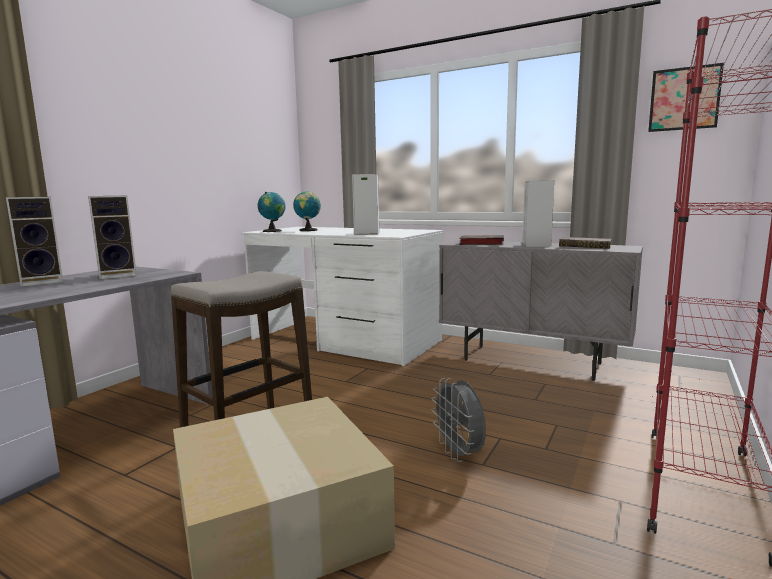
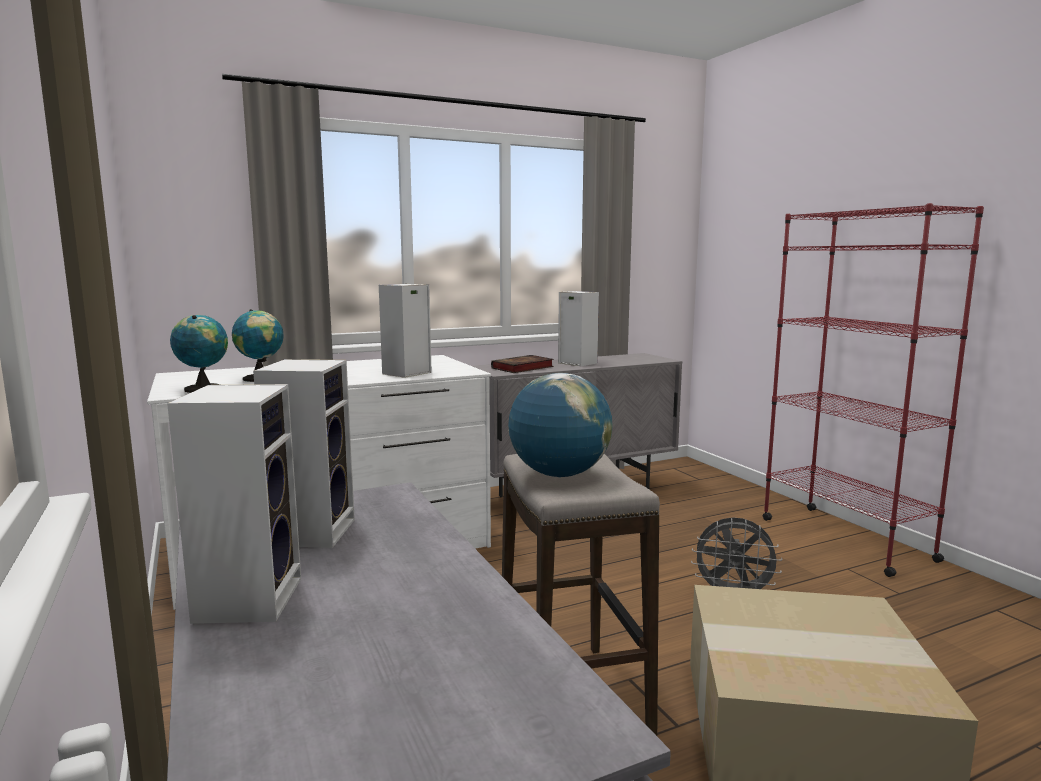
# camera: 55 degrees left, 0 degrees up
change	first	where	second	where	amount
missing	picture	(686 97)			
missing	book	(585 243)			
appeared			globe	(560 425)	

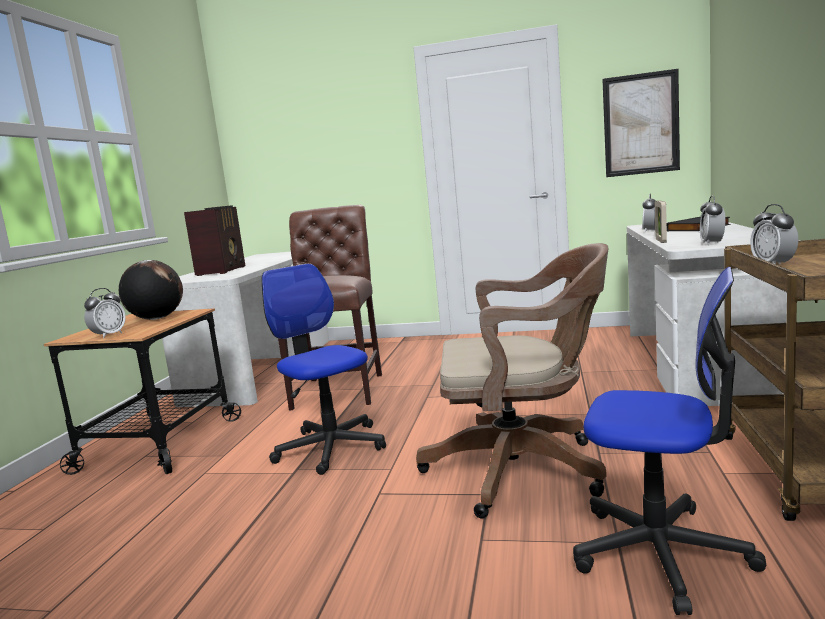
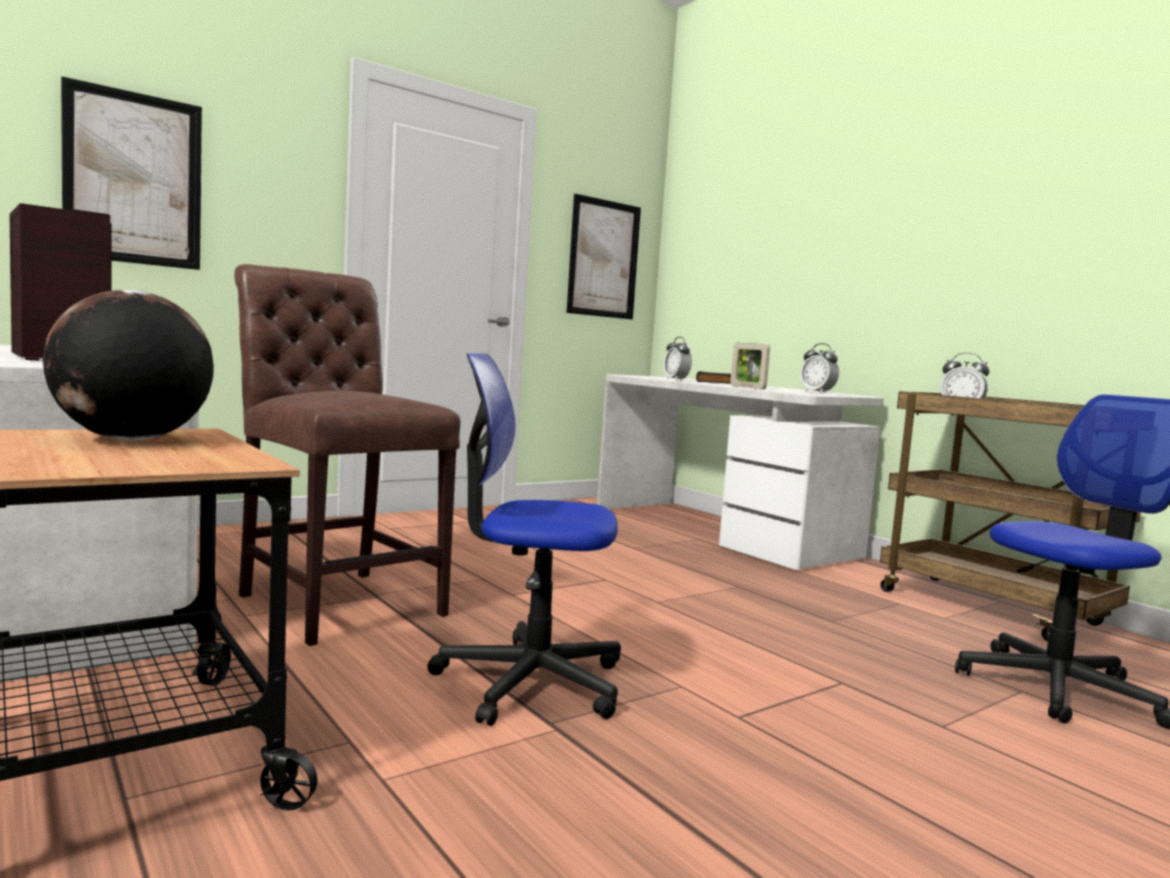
# camera: 50 degrees left, 5 degrees down
change	first	where	second	where	amount
missing	brown office chair	(512 380)			
missing	alarm clock	(105 313)			
appeared			picture	(131 173)	

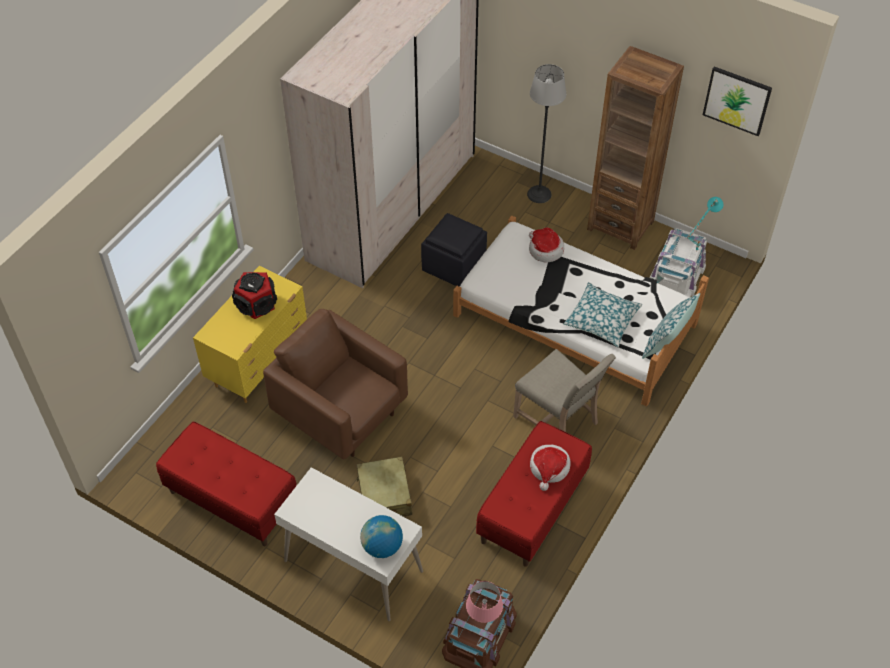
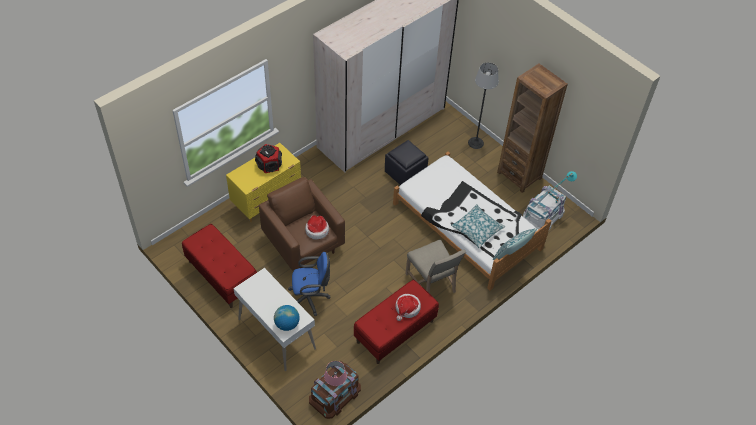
# camera: 15 degrees right, 0 degrees up
change	first	where	second	where	amount
missing	picture	(737 101)			
relocated	hat	(546 245)		(317 227)	
exchanged	beige suitcase	(384 487)	blue office chair	(309 284)	

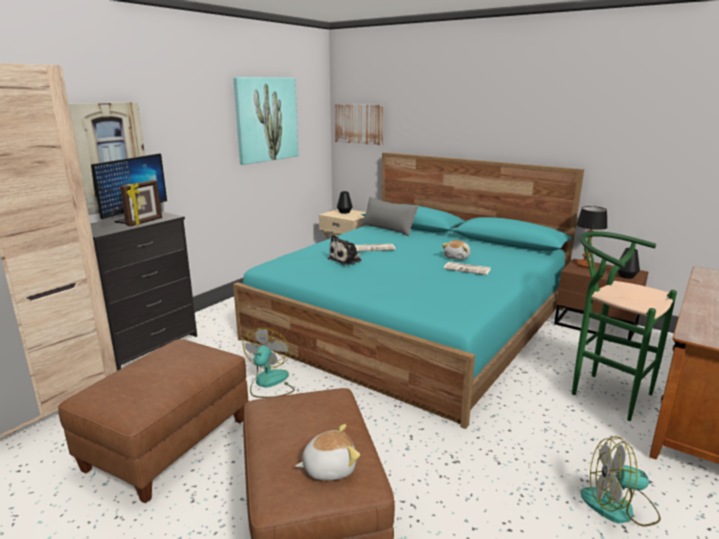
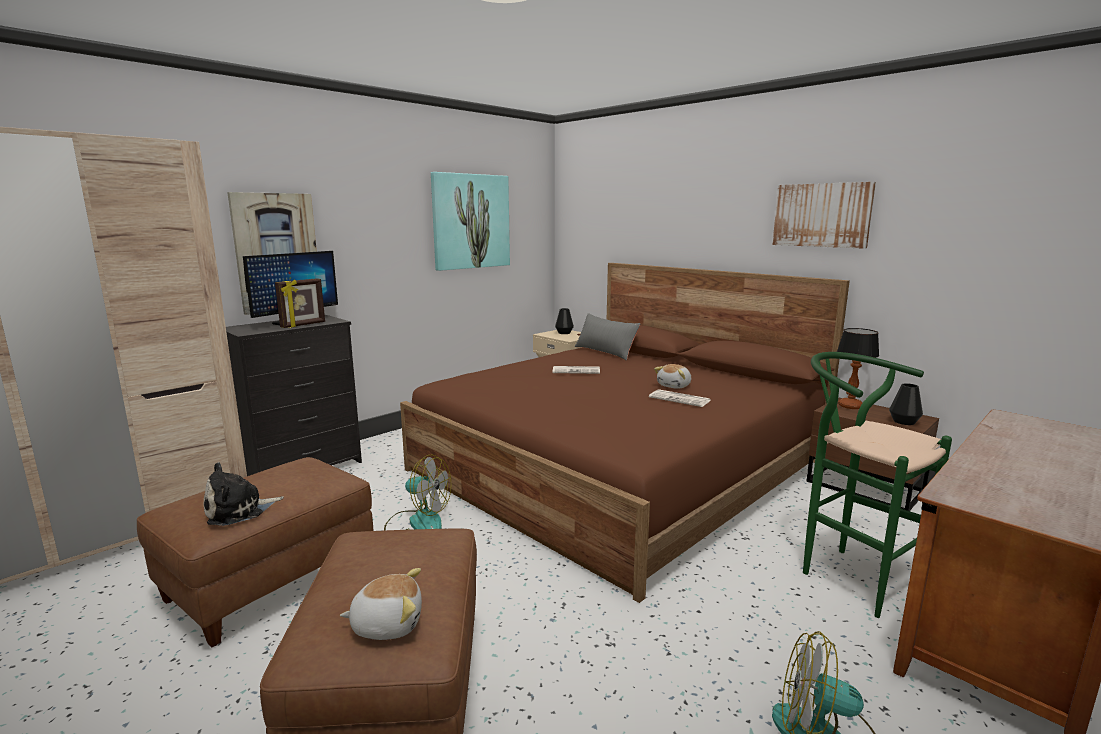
# camera: 10 degrees right, 5 degrees down
change	first	where	second	where	amount
relocated	picture	(359 124)		(824 215)	
colour	turquoise bed	(408 290)	brown bed	(625 433)	
relocated	plush toy	(344 250)		(244 494)	
spun	fan	(269 363)		(417 492)	90 degrees clockwise

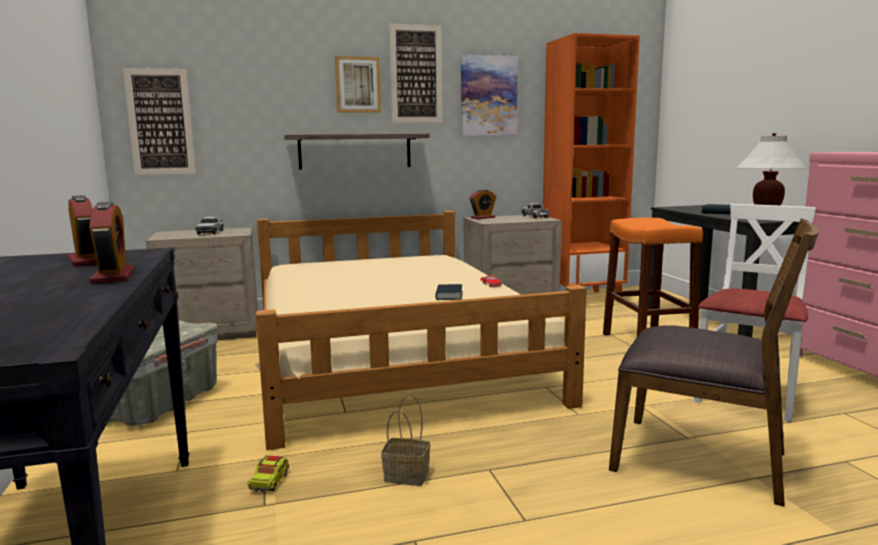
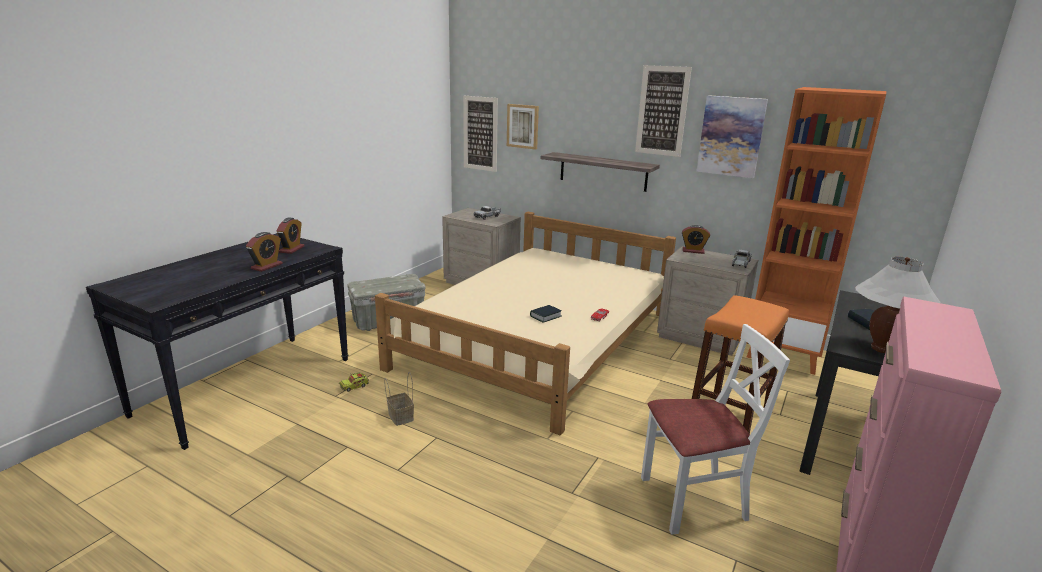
# camera: 45 degrees right, 10 degrees up
change	first	where	second	where	amount
relocated	picture	(358 84)		(523 127)	
missing	brown chair	(714 362)			

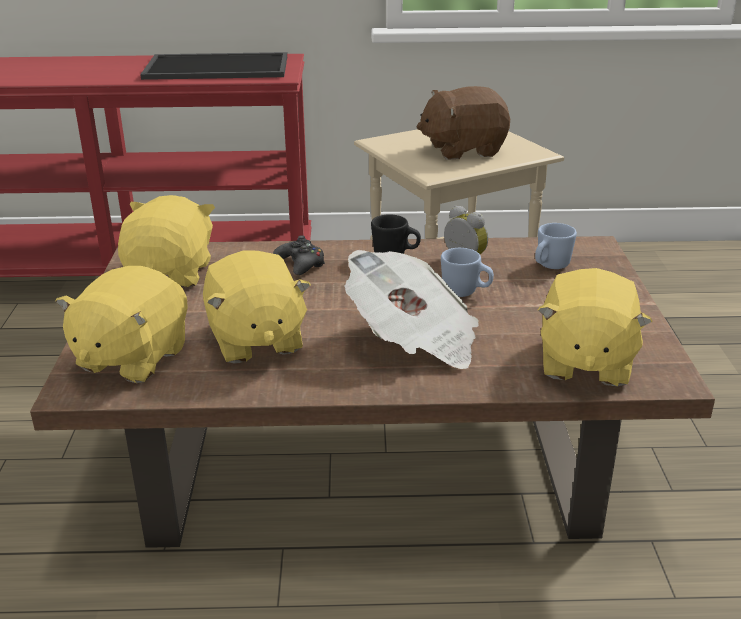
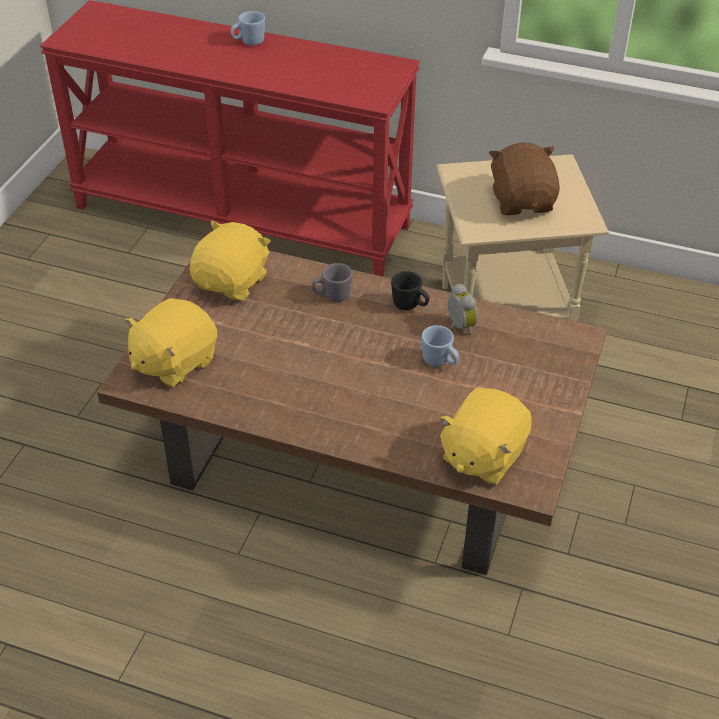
# camera: 20 degrees right, 15 degrees up
change	first	where	second	where	amount
missing	tray	(213 66)			
spun	brown plush toy	(463 123)		(524 178)	75 degrees clockwise
relocated	blue mug	(556 246)		(248 28)	
exchanged	black game controller	(299 255)	grey mug	(332 282)	
missing	yellow plush toy	(257 307)			
missing	newspaper	(412 309)			

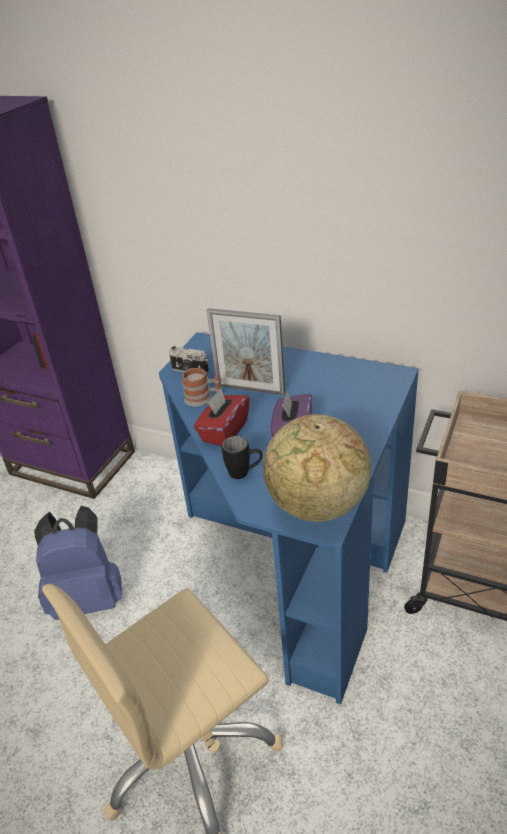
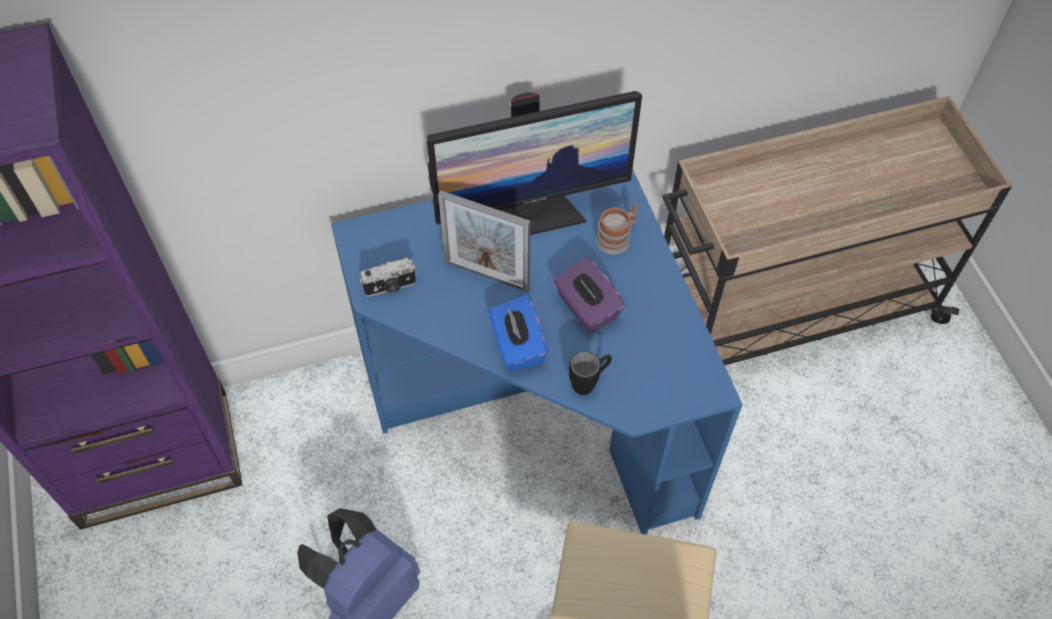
# camera: 45 degrees left, 20 degrees up
change	first	where	second	where	amount
spun	picture frame	(246 351)		(484 241)	45 degrees clockwise
relocated	mug	(201 387)		(617 229)	
colour	red tissue box	(222 417)	blue tissue box	(518 333)	
missing	globe	(317 468)			
appeared			monitor	(534 163)	

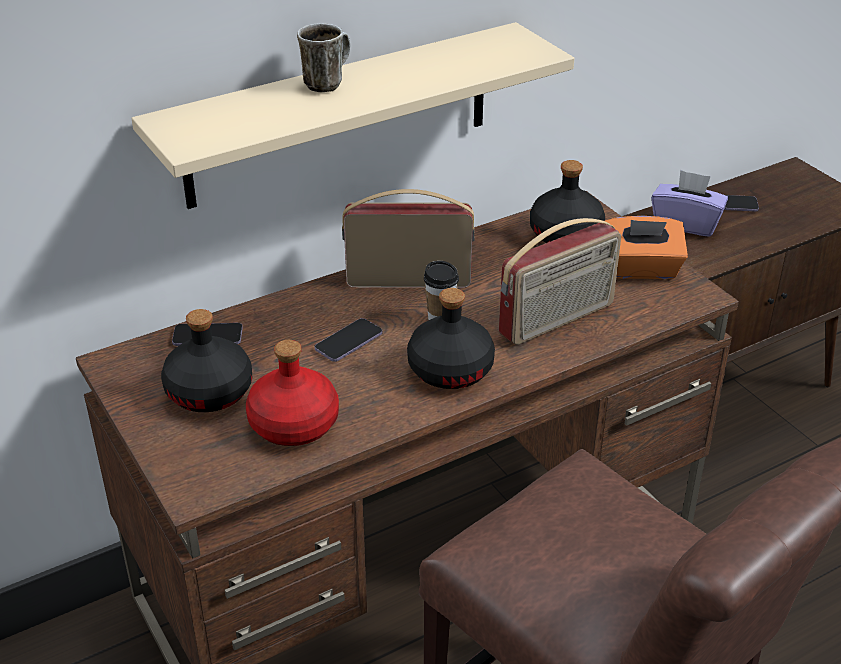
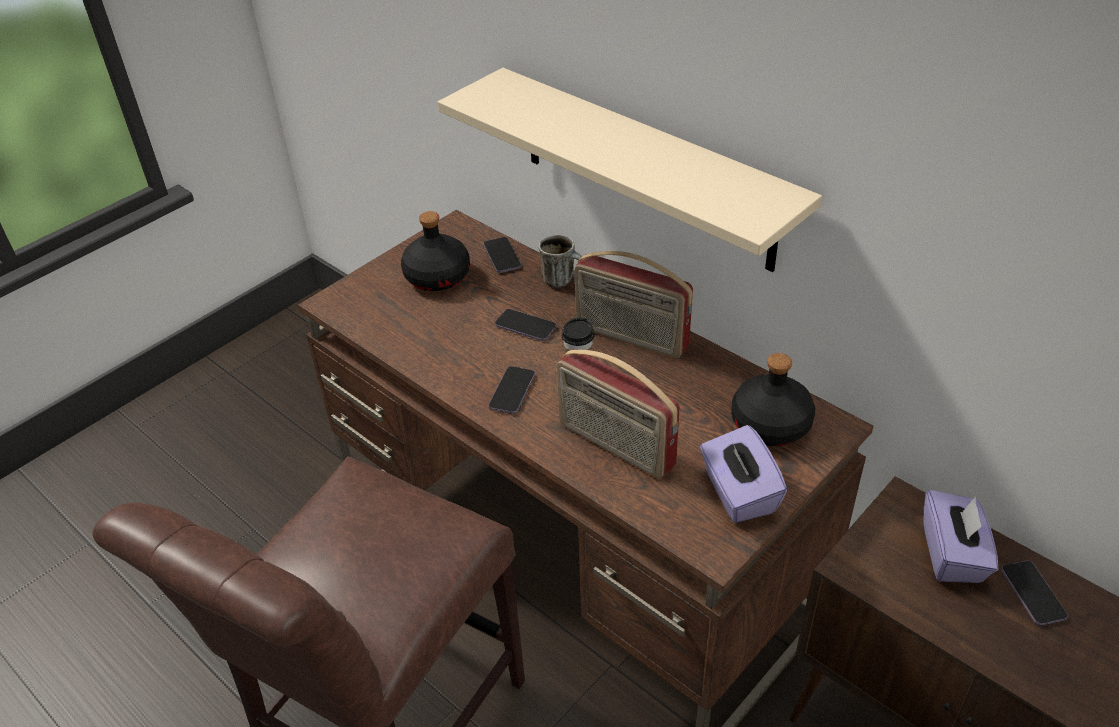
# camera: 75 degrees right, 5 degrees up
change	first	where	second	where	amount
relocated	mug	(323 57)		(560 261)	
spun	radio	(408 238)		(633 304)	135 degrees clockwise
colour	orange tissue box	(646 247)	purple tissue box	(743 474)	
exchanged	black bottle	(451 338)	phone	(512 390)	
missing	red bottle	(292 393)			

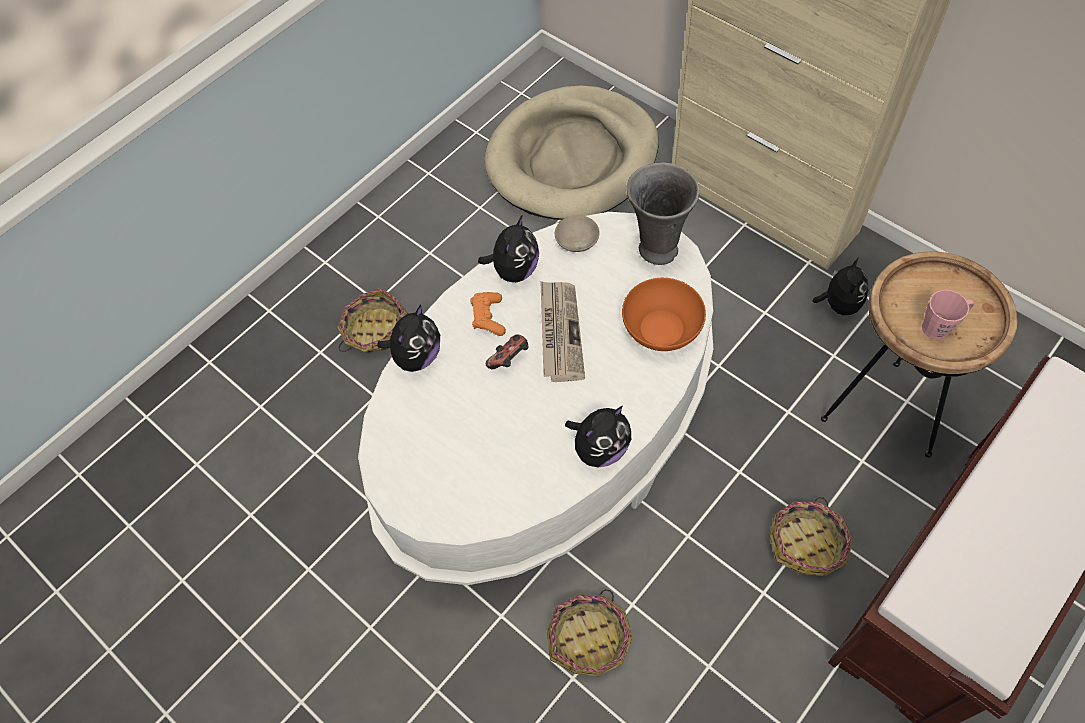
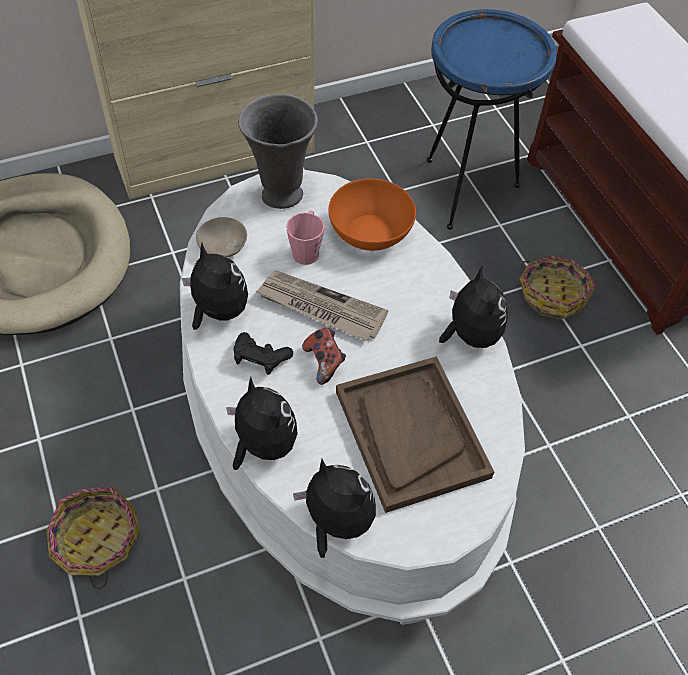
# camera: 70 degrees left, 5 degrees down
change	first	where	second	where	amount
colour	brown side table	(919 354)	blue side table	(492 119)	
relocated	plush toy	(840 286)		(334 508)	
relocated	pink mug	(948 315)		(305 237)	
colour	orange game controller	(488 314)	black game controller	(263 353)	
missing	basket	(589 633)			
appeared			brown tray	(415 434)	

